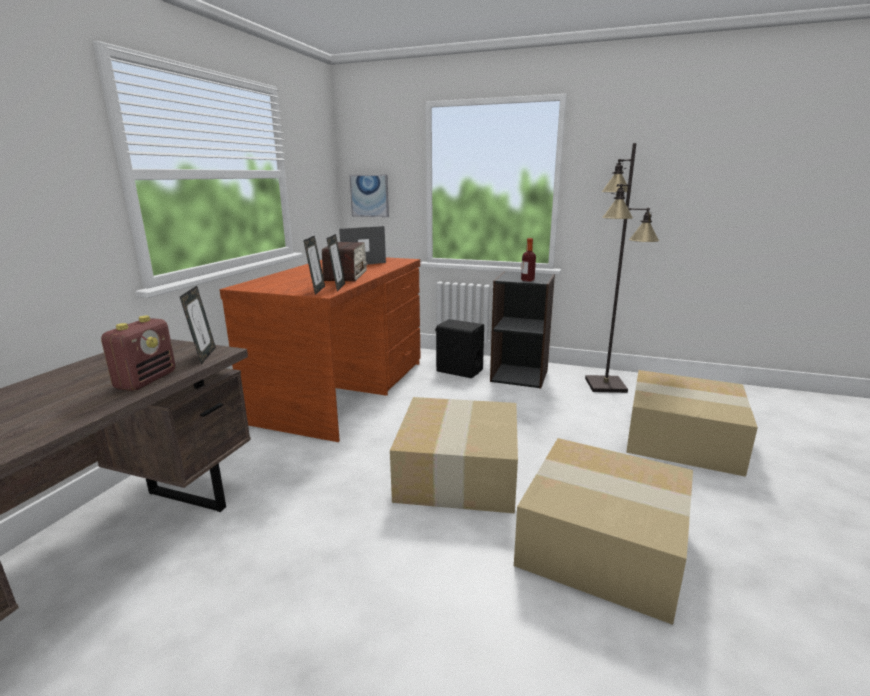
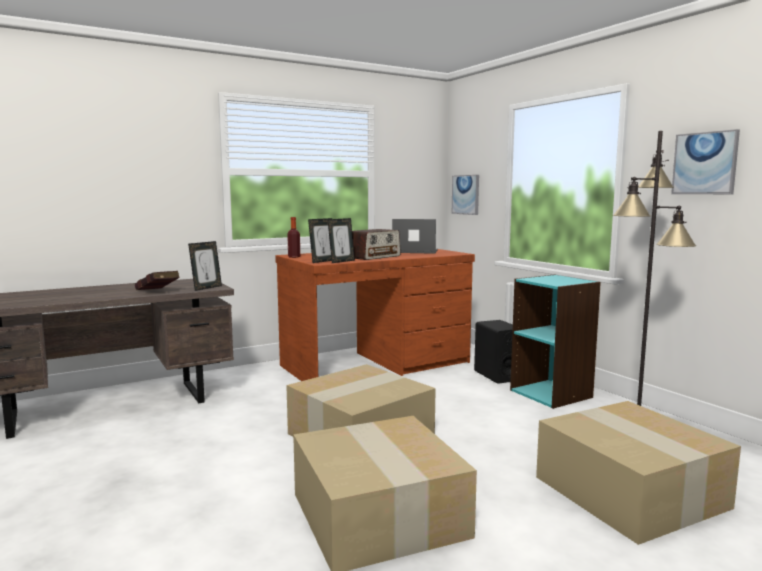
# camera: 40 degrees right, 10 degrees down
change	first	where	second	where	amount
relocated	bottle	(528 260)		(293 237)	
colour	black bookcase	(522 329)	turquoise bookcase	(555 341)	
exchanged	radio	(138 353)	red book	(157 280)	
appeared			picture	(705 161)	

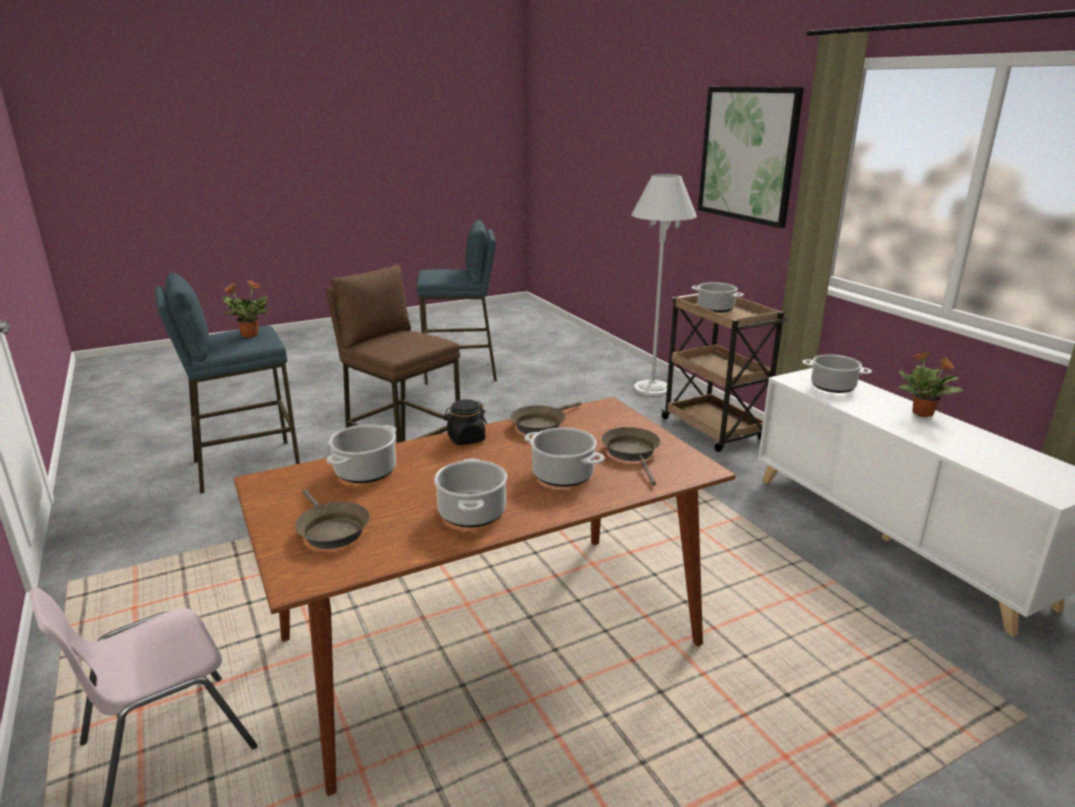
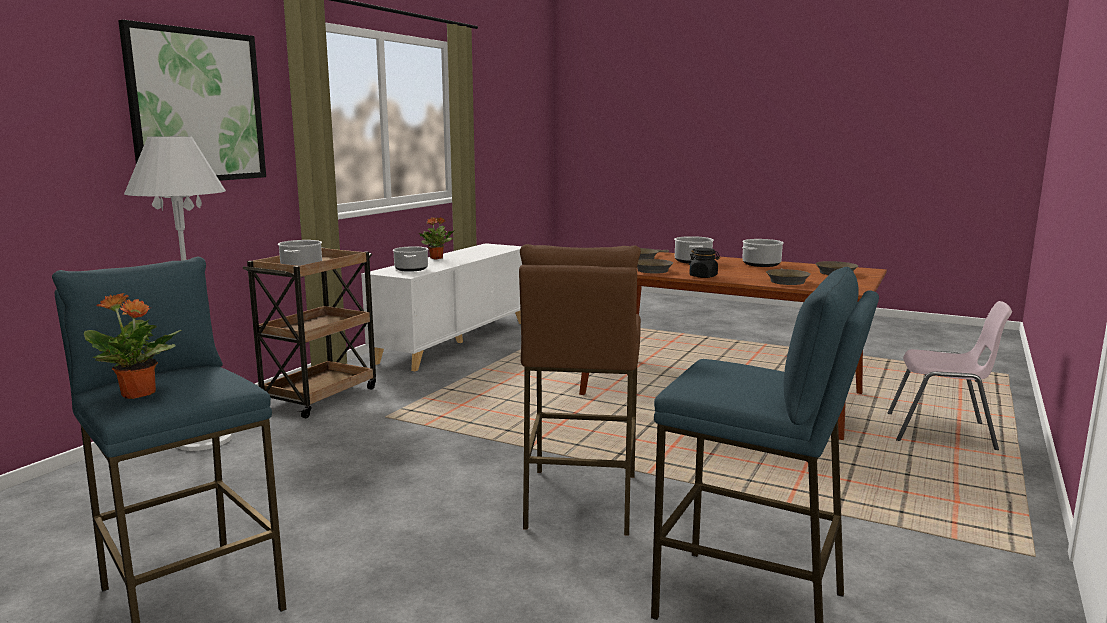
# camera: 125 degrees left, 10 degrees down
change	first	where	second	where	amount
relocated	potted plant	(244 309)		(133 346)	
exchanged	cooking pot	(361 454)	brown frying pan	(788 276)	

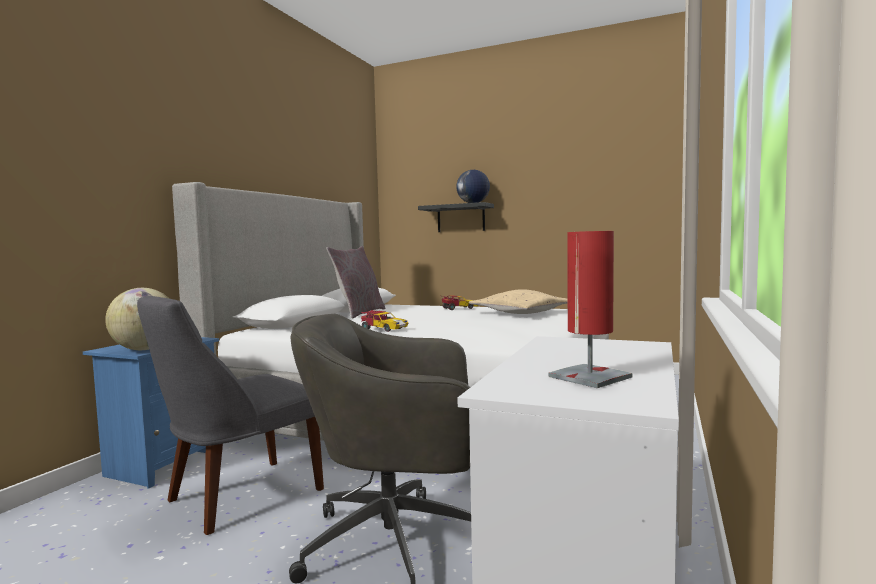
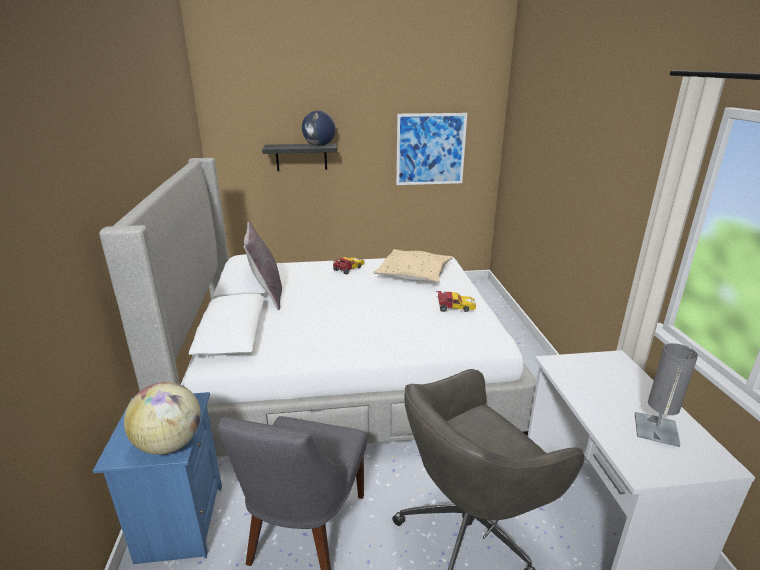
# camera: 30 degrees left, 20 degrees up
change	first	where	second	where	amount
colour	red table lamp	(590 309)	grey table lamp	(666 395)	
relocated	toy car	(384 321)		(456 301)	
appeared			picture	(431 149)	

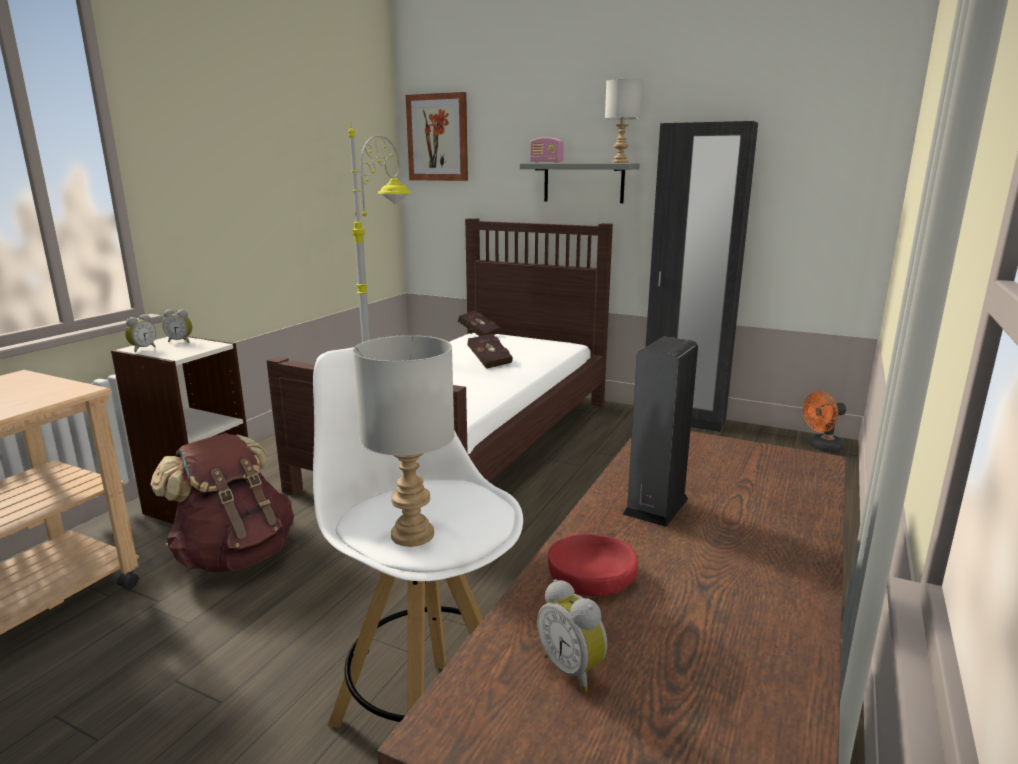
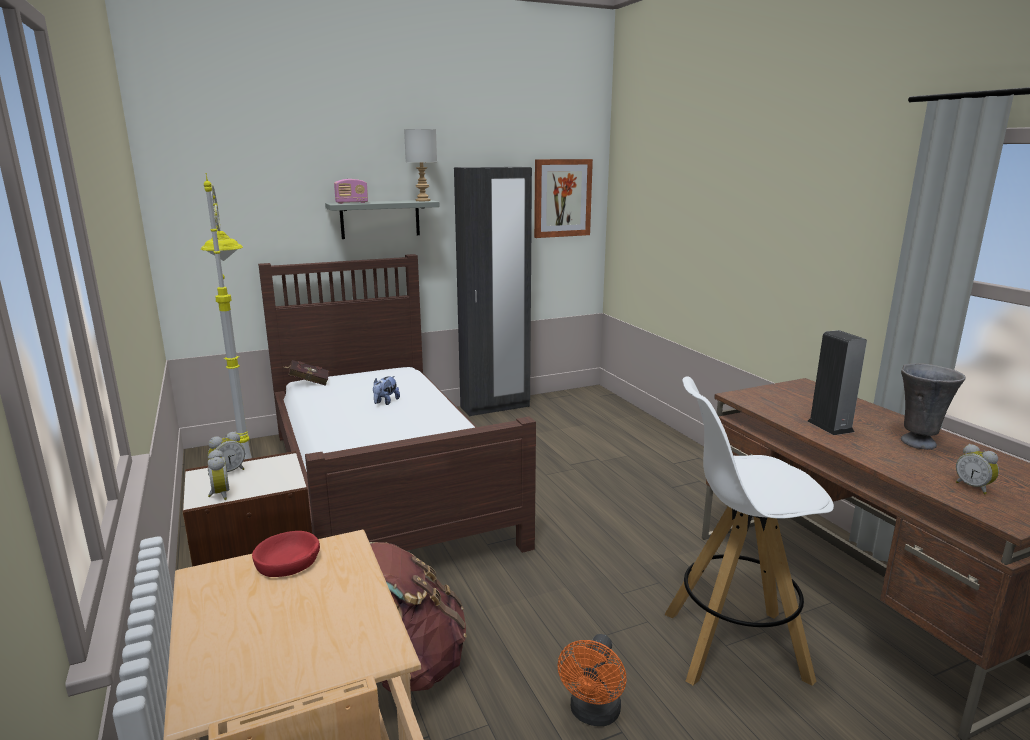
# camera: 50 degrees left, 0 degrees up
change	first	where	second	where	amount
relocated	picture	(437 136)		(563 198)	
exchanged	red book	(490 351)	plush toy	(386 390)	
missing	grey table lamp	(404 441)			
relocated	orange fan	(824 422)		(592 680)	
relocated	red bowl	(593 564)		(286 554)	
spun	alarm clock	(572 636)		(977 469)	60 degrees clockwise
appeared			grey vase	(933 406)	

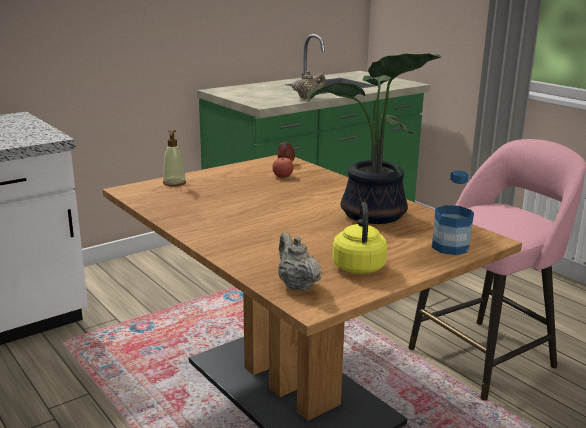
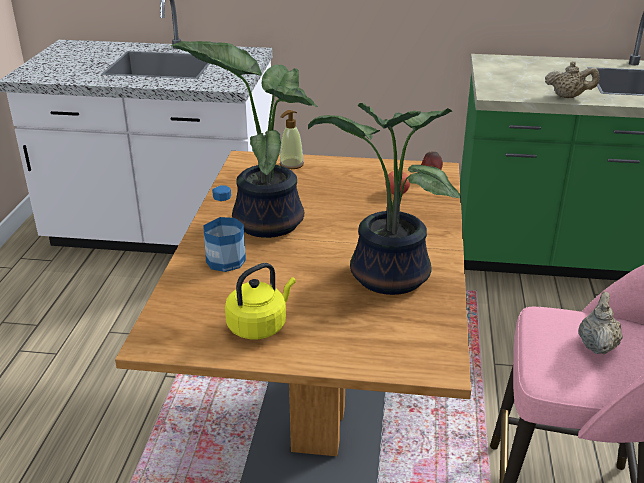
# camera: 45 degrees right, 10 degrees up
change	first	where	second	where	amount
relocated	bottle	(453 213)		(224 228)	
relocated	beige teapot	(300 261)		(601 322)	
appeared			potted plant	(244 139)	

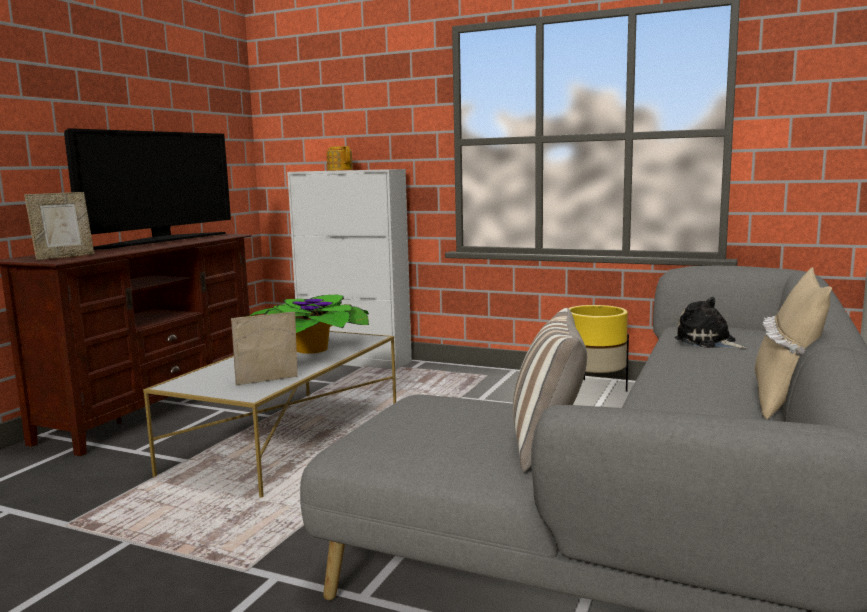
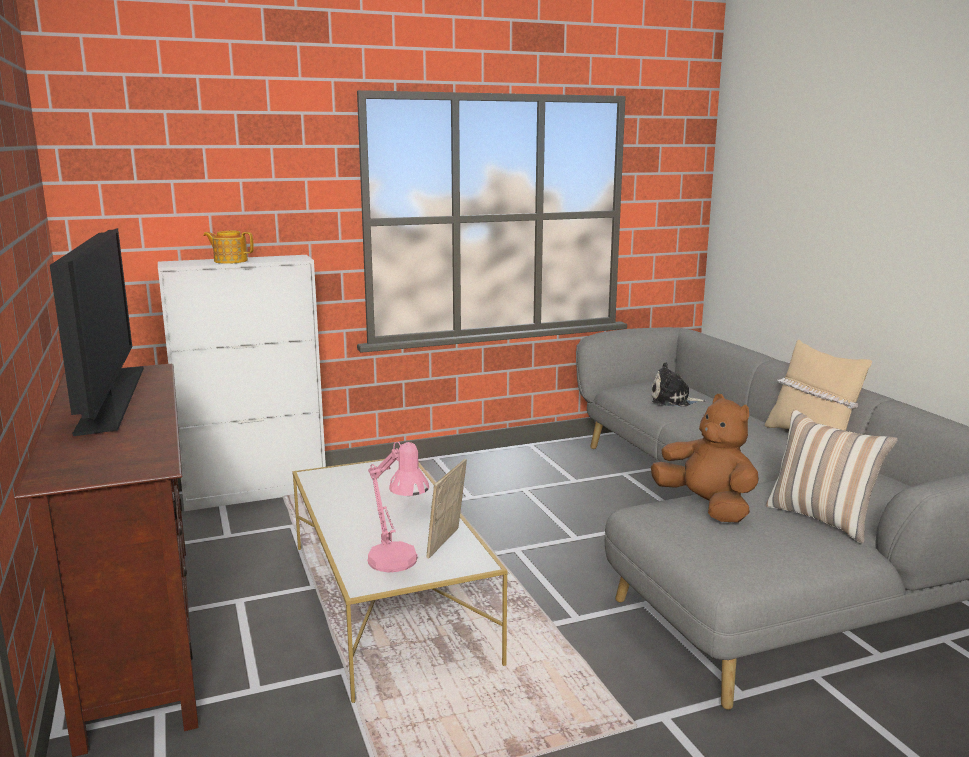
# camera: 45 degrees left, 5 degrees up
change	first	where	second	where	amount
missing	picture frame	(59 226)			
missing	potted plant	(309 324)			
missing	yellow planter	(599 348)			
appeared			brown plush toy	(705 458)	
appeared			pink table lamp	(398 507)	

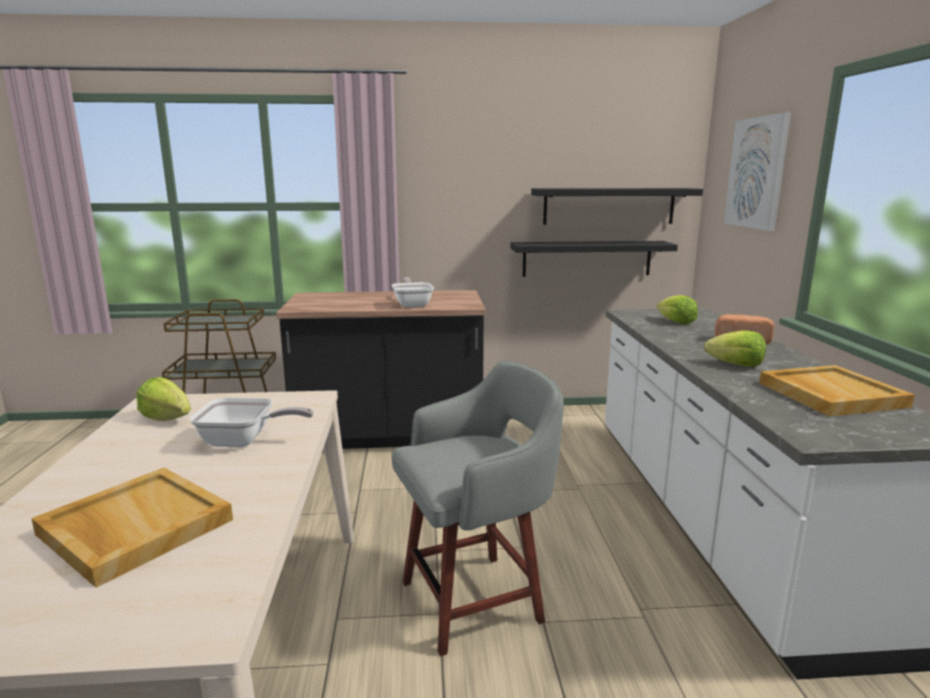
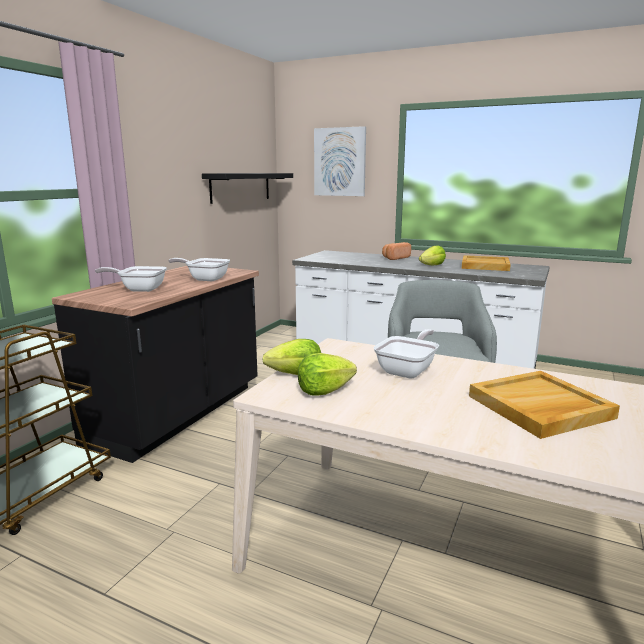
# camera: 60 degrees left, 0 degrees up
change	first	where	second	where	amount
missing	black shelf	(594 259)			
relocated	lettuce	(677 309)		(292 357)	
appeared			frying pan	(131 279)	

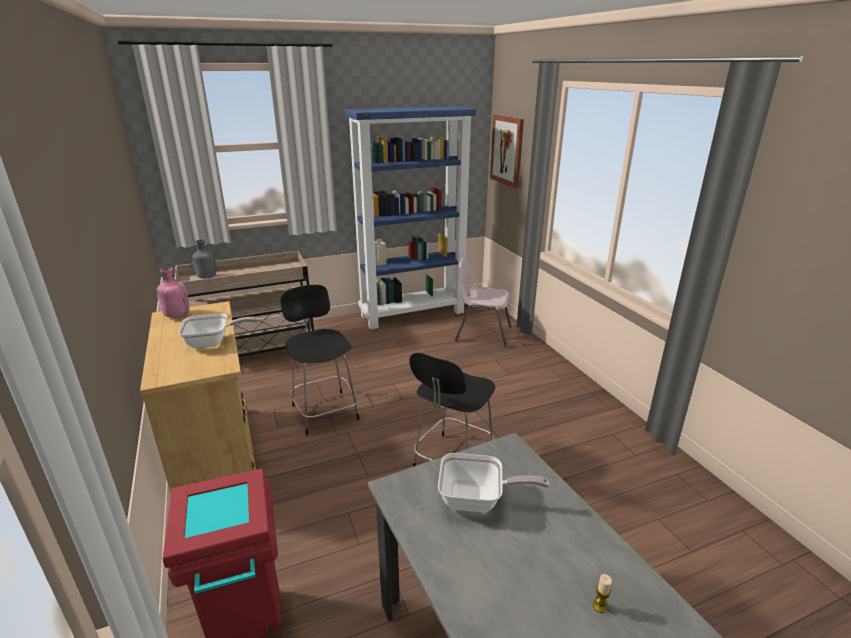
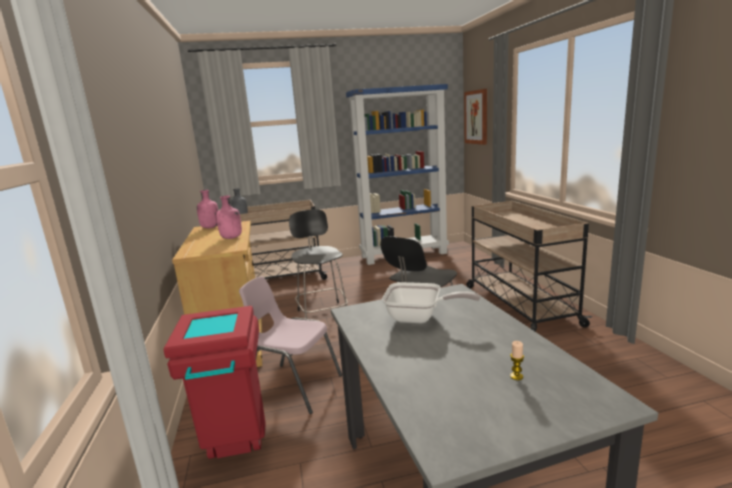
# camera: 10 degrees right, 10 degrees down
change	first	where	second	where	amount
relocated	pink chair	(483 302)		(290 345)	
exchanged	frying pan	(218 330)	pink bottle	(229 217)	
appeared			beige cart	(529 266)	

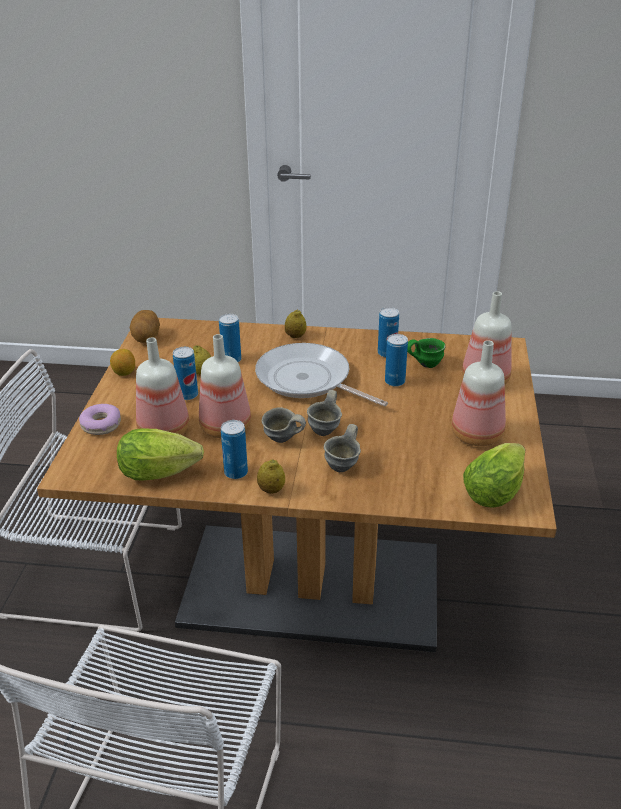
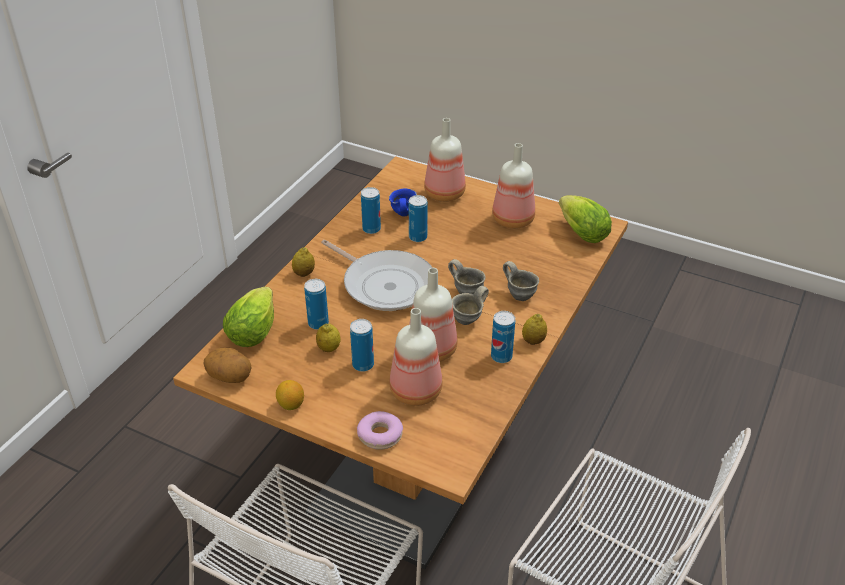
# camera: 70 degrees left, 5 degrees up
change	first	where	second	where	amount
colour	green mug	(426 353)	blue mug	(403 202)	
spun	frying pan	(321 375)		(376 275)	105 degrees counterclockwise
relocated	lettuce	(160 454)		(248 317)	

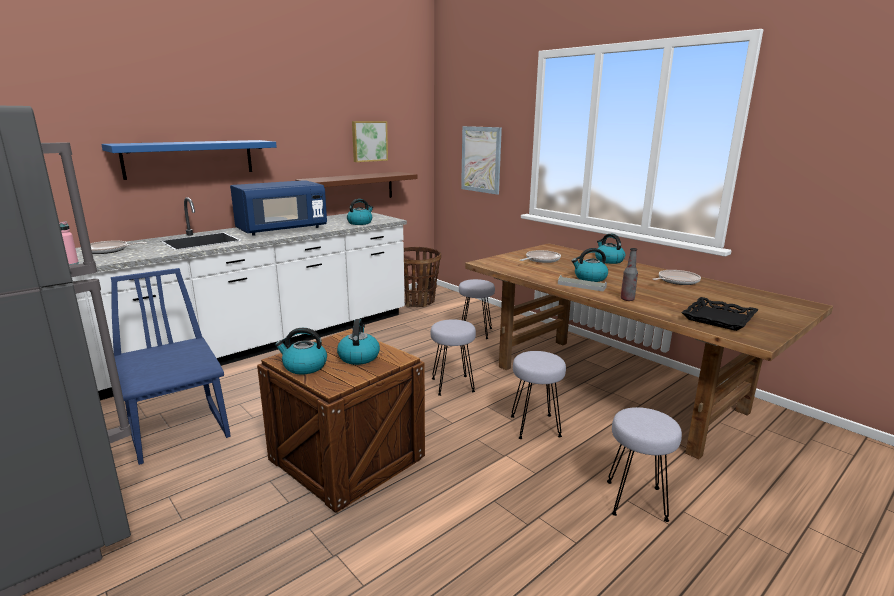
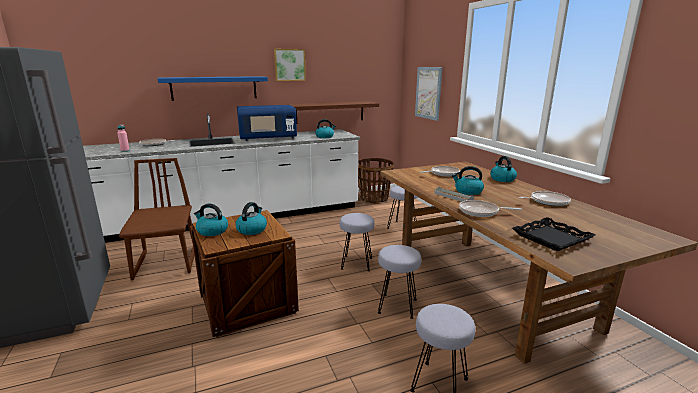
# camera: 20 degrees right, 0 degrees up
change	first	where	second	where	amount
relocated	picture	(370 141)		(290 65)	
exchanged	bottle	(629 274)	frying pan	(490 208)	
colour	blue chair	(171 366)	brown chair	(156 219)	

